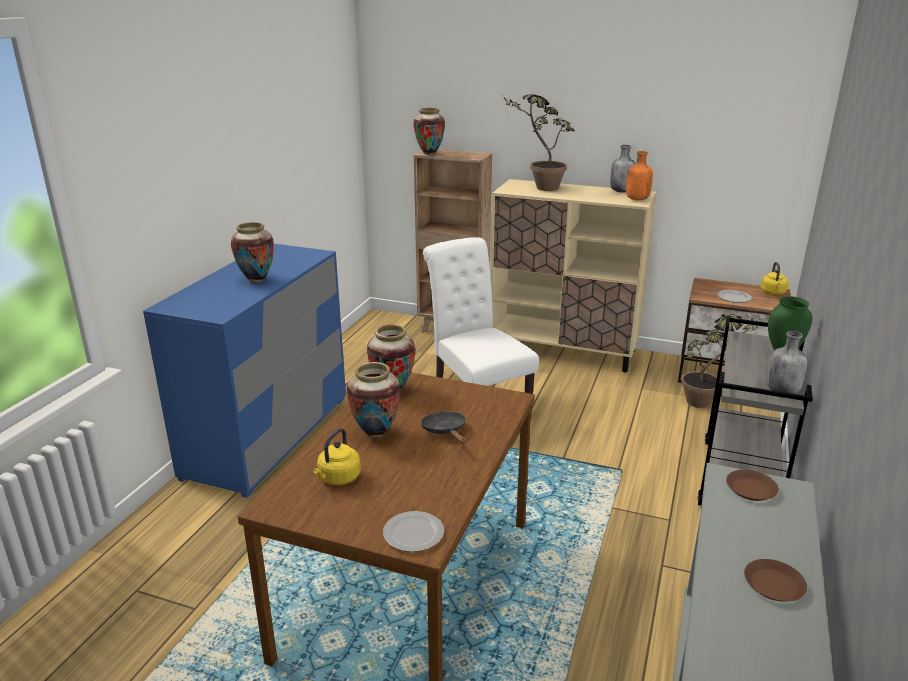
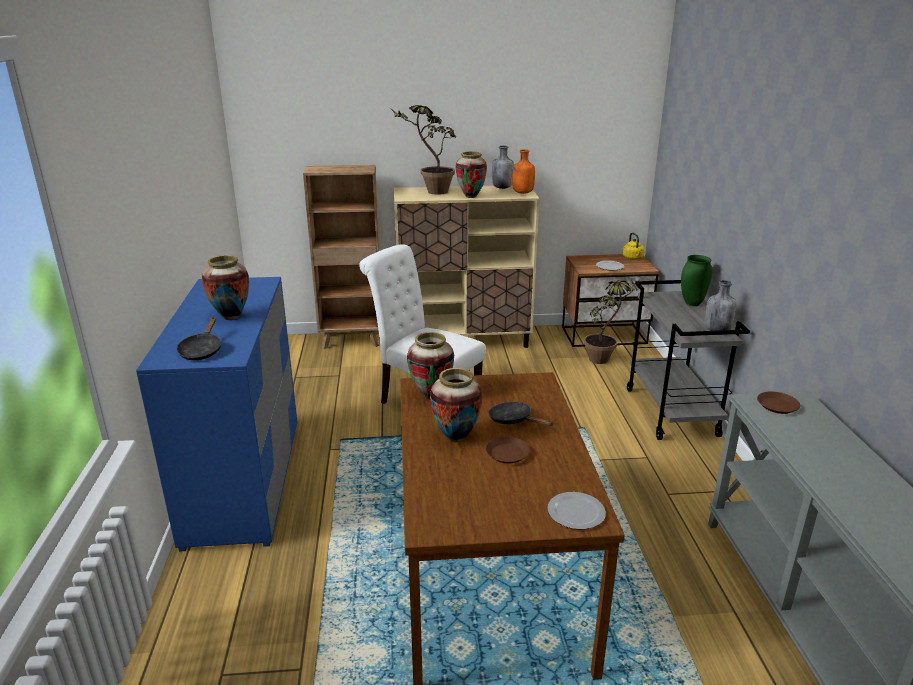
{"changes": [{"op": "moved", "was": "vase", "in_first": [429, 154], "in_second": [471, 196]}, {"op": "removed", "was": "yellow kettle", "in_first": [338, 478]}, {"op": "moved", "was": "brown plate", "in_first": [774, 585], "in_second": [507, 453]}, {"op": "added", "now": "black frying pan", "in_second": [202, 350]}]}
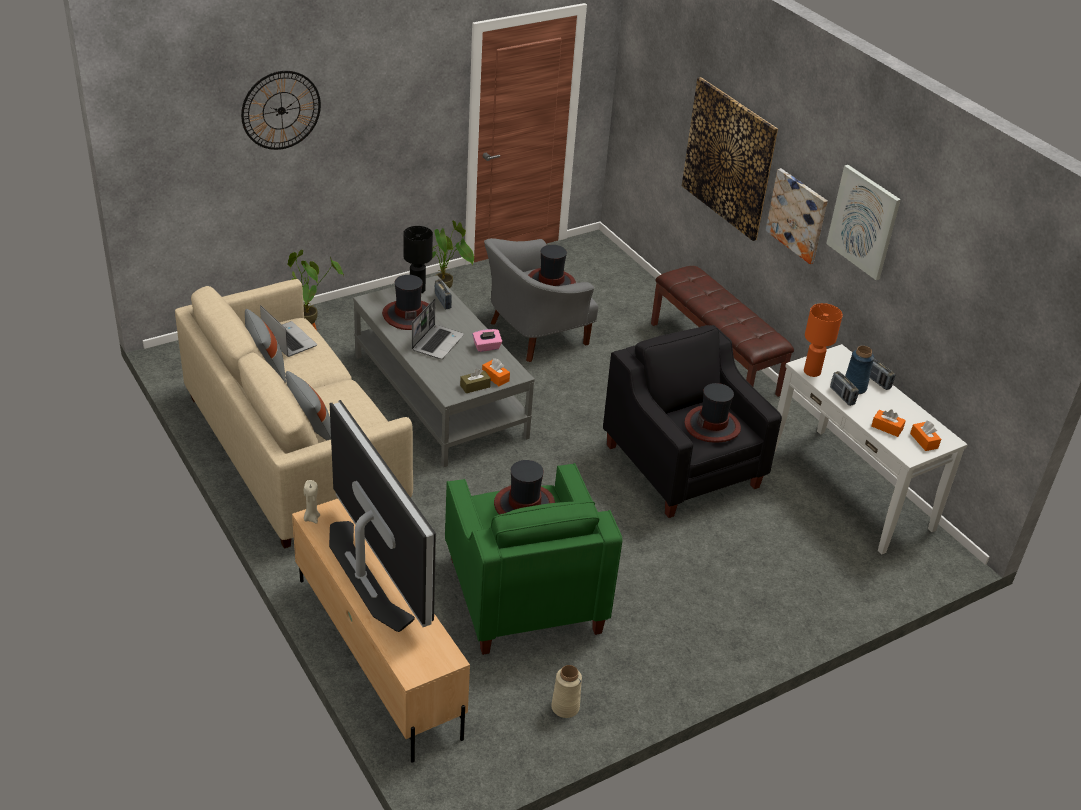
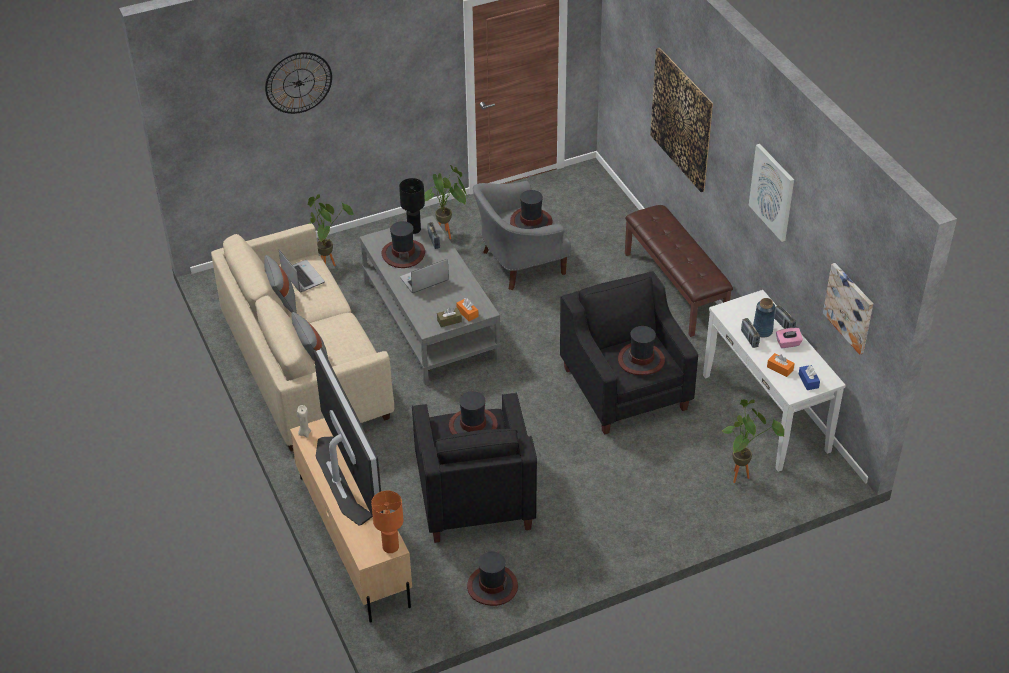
{"changes": [{"op": "moved", "was": "picture", "in_first": [797, 215], "in_second": [849, 307]}, {"op": "turned", "was": "laptop", "in_first": [437, 342], "in_second": [424, 280], "clockwise": -150}, {"op": "moved", "was": "orange table lamp", "in_first": [812, 372], "in_second": [391, 547]}, {"op": "moved", "was": "pink tissue box", "in_first": [487, 347], "in_second": [788, 343]}, {"op": "recoloured", "was": "orange tissue box", "now": "blue tissue box", "in_first": [924, 441], "in_second": [808, 381]}, {"op": "recoloured", "was": "green armchair", "now": "black armchair", "in_first": [523, 594], "in_second": [474, 495]}, {"op": "replaced", "was": "beige vase", "now": "hat", "in_first": [565, 707], "in_second": [492, 586]}, {"op": "added", "now": "potted plant", "in_second": [742, 474]}]}
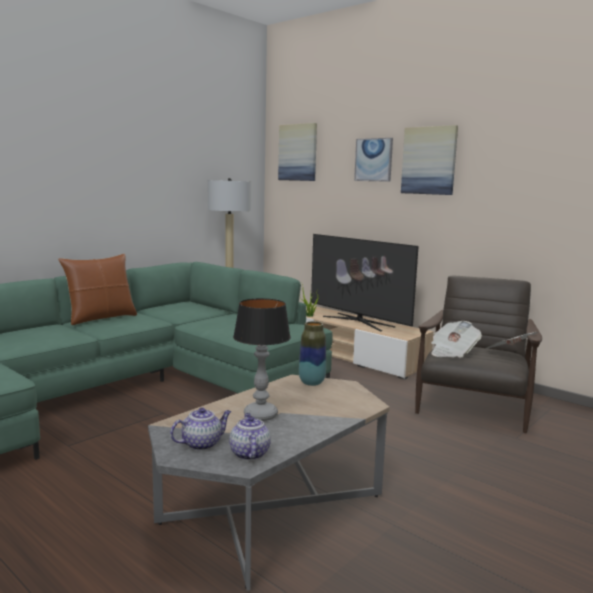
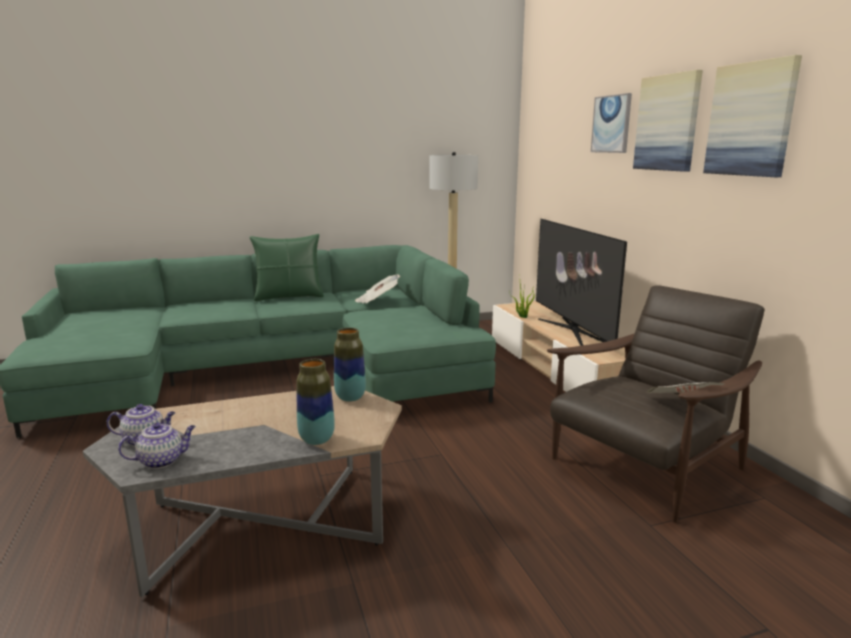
{"changes": [{"op": "moved", "was": "picture", "in_first": [298, 152], "in_second": [750, 119]}, {"op": "recoloured", "was": "brown pillow", "now": "green pillow", "in_first": [101, 318], "in_second": [289, 296]}, {"op": "removed", "was": "table lamp", "in_first": [260, 415]}, {"op": "moved", "was": "newspaper", "in_first": [452, 352], "in_second": [377, 301]}, {"op": "turned", "was": "teapot", "in_first": [249, 453], "in_second": [162, 460], "clockwise": 45}, {"op": "added", "now": "vase", "in_second": [316, 439]}]}
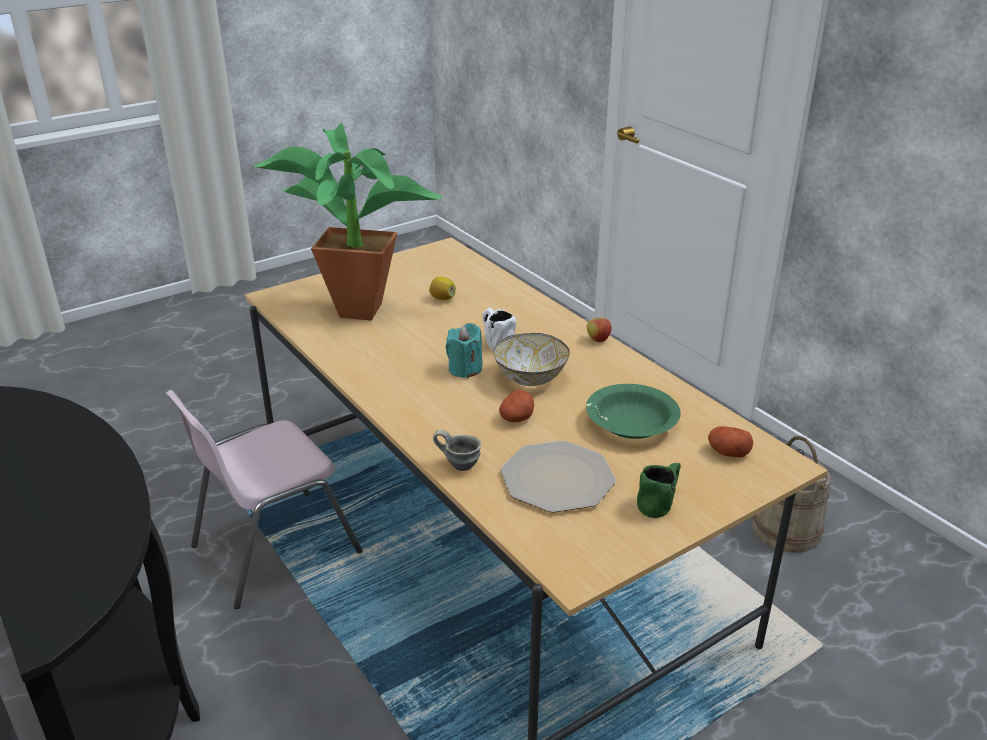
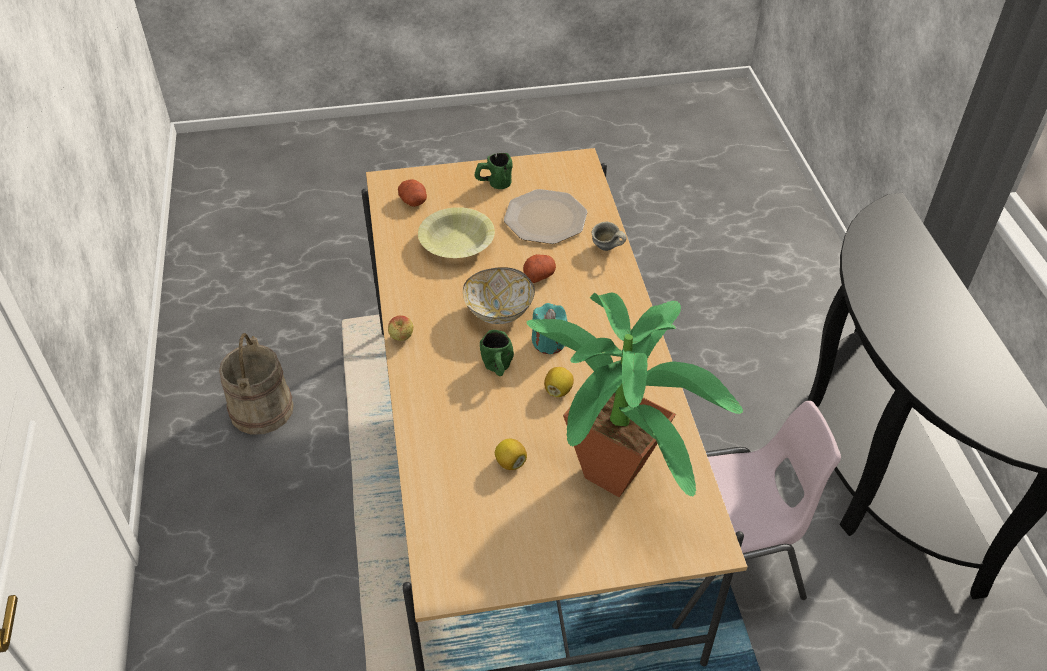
{"changes": [{"op": "recoloured", "was": "white mug", "now": "green mug", "in_first": [495, 341], "in_second": [498, 369]}, {"op": "recoloured", "was": "green bowl", "now": "yellow bowl", "in_first": [631, 423], "in_second": [457, 243]}, {"op": "added", "now": "lemon", "in_second": [558, 390]}]}
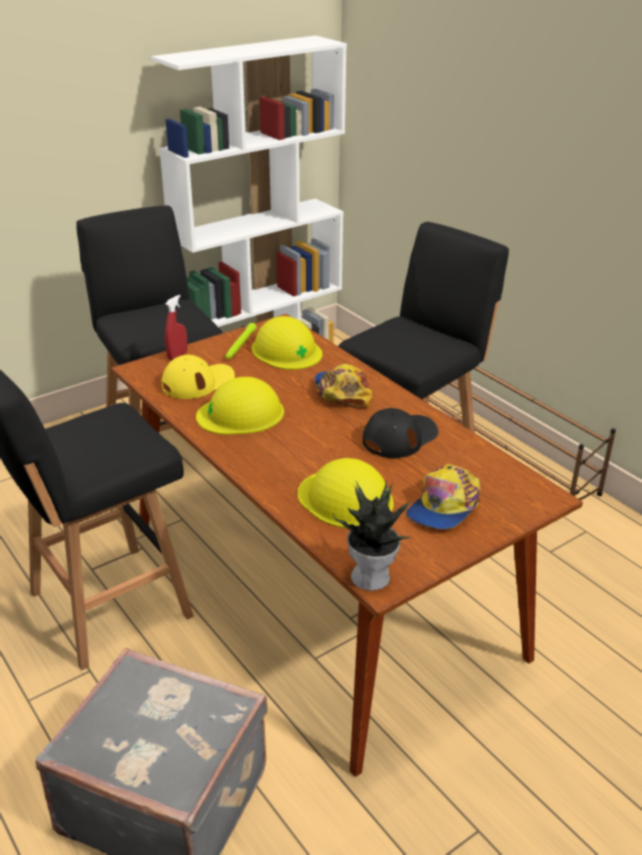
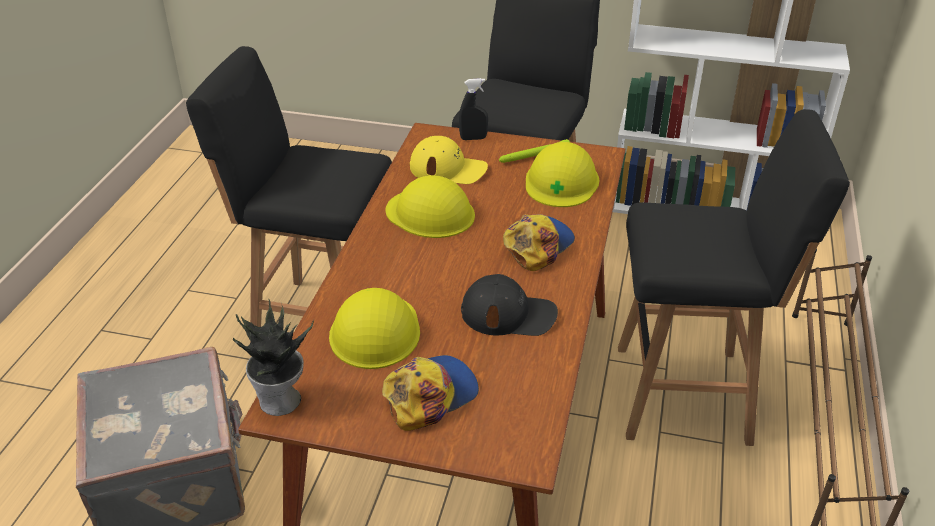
{"changes": [{"op": "recoloured", "was": "red spray bottle", "now": "black spray bottle", "in_first": [177, 355], "in_second": [473, 138]}, {"op": "turned", "was": "cap", "in_first": [444, 506], "in_second": [430, 395], "clockwise": 150}]}
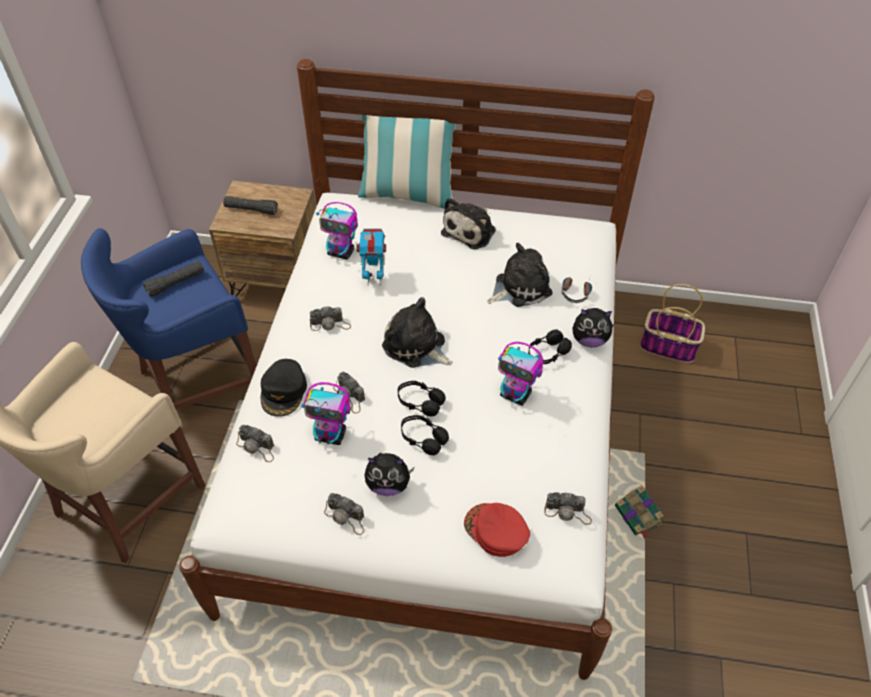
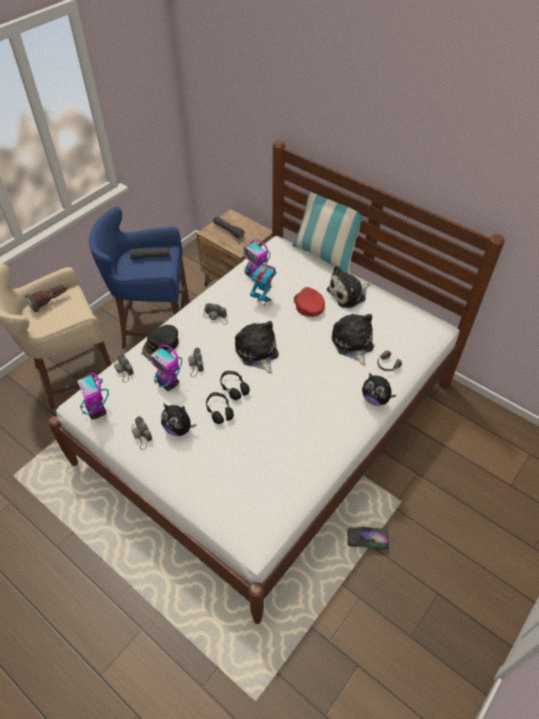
{"changes": [{"op": "turned", "was": "plush toy", "in_first": [519, 287], "in_second": [352, 344], "clockwise": -105}, {"op": "removed", "was": "basket", "in_first": [669, 346]}, {"op": "removed", "was": "black headphones", "in_first": [547, 354]}, {"op": "moved", "was": "toy robot", "in_first": [516, 395], "in_second": [96, 411]}, {"op": "replaced", "was": "book", "now": "toy truck", "in_first": [638, 516], "in_second": [367, 540]}, {"op": "removed", "was": "photo camera", "in_first": [568, 512]}, {"op": "moved", "was": "red cap", "in_first": [496, 531], "in_second": [308, 305]}, {"op": "added", "now": "flashlight", "in_second": [50, 302]}]}
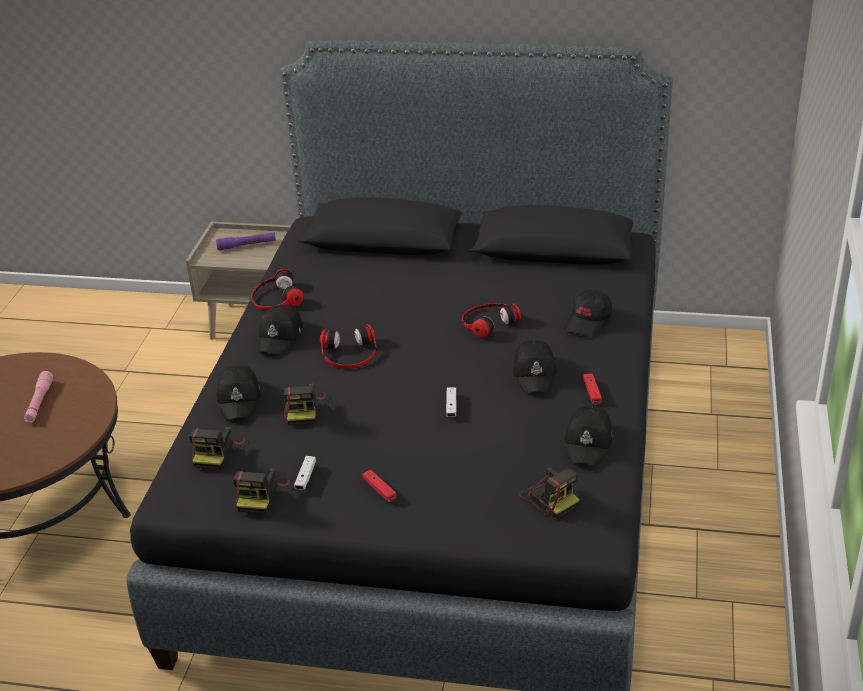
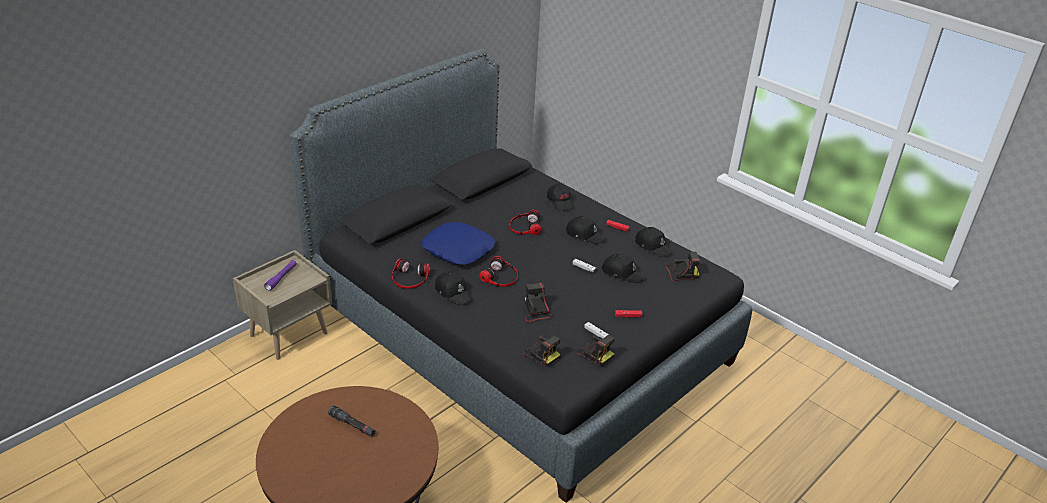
{"changes": [{"op": "moved", "was": "black cap", "in_first": [240, 399], "in_second": [622, 273]}, {"op": "recoloured", "was": "pink flashlight", "now": "black flashlight", "in_first": [39, 402], "in_second": [352, 425]}, {"op": "turned", "was": "photo camera", "in_first": [303, 409], "in_second": [536, 311], "clockwise": -135}, {"op": "added", "now": "blue pillow", "in_second": [458, 249]}]}
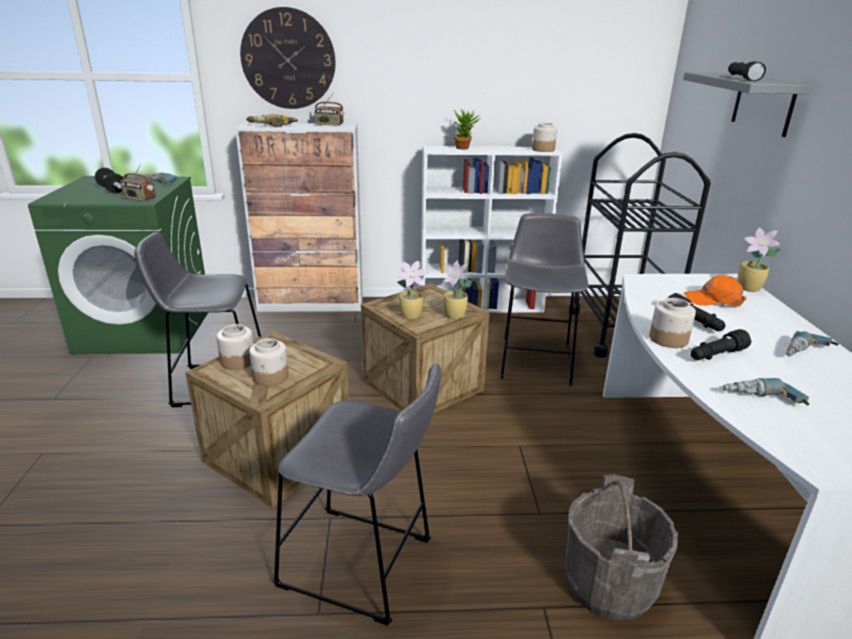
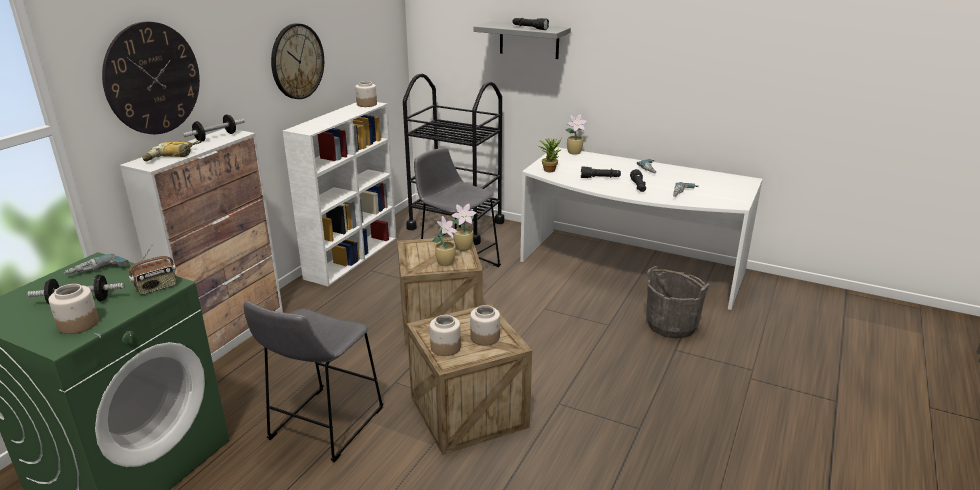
{"changes": [{"op": "replaced", "was": "radio", "now": "dumbbell", "in_first": [329, 125], "in_second": [216, 137]}, {"op": "moved", "was": "potted plant", "in_first": [464, 148], "in_second": [549, 169]}, {"op": "removed", "was": "orange cap", "in_first": [713, 299]}, {"op": "moved", "was": "jar", "in_first": [668, 339], "in_second": [78, 324]}, {"op": "removed", "was": "grey stool", "in_first": [363, 566]}, {"op": "added", "now": "wall clock", "in_second": [297, 61]}]}
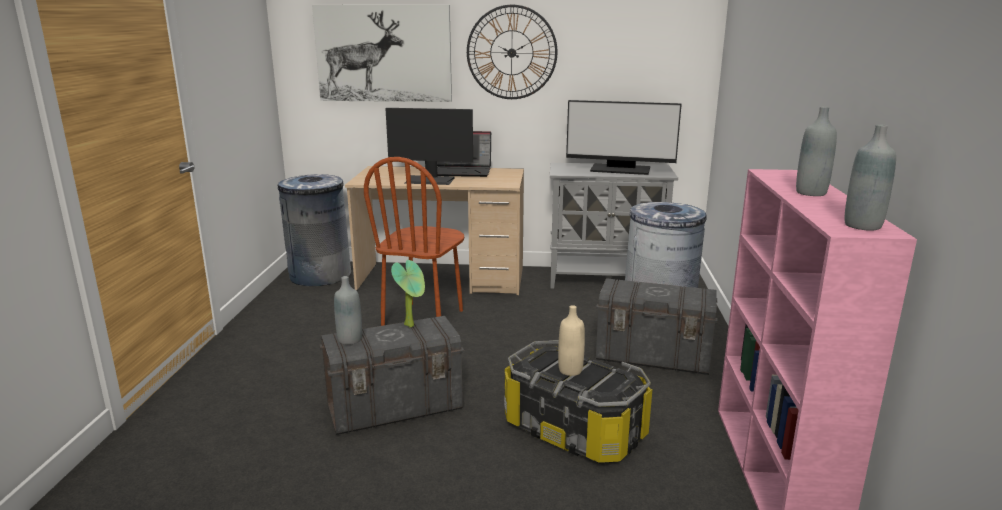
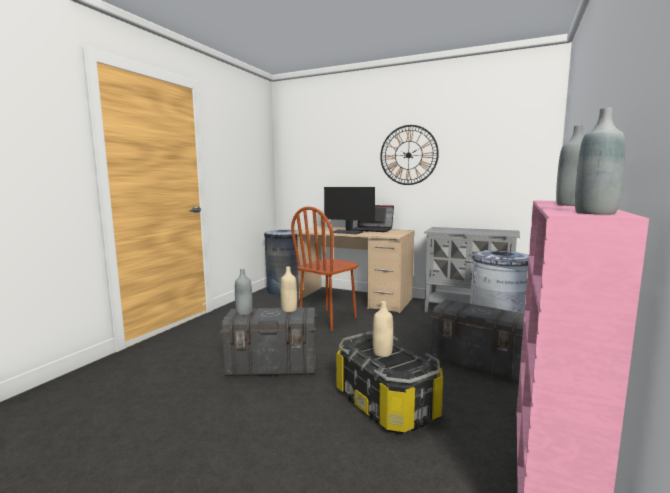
{"changes": [{"op": "removed", "was": "picture", "in_first": [383, 53]}, {"op": "removed", "was": "monitor", "in_first": [620, 170]}, {"op": "replaced", "was": "potted plant", "now": "beige bottle", "in_first": [411, 325], "in_second": [289, 309]}]}
